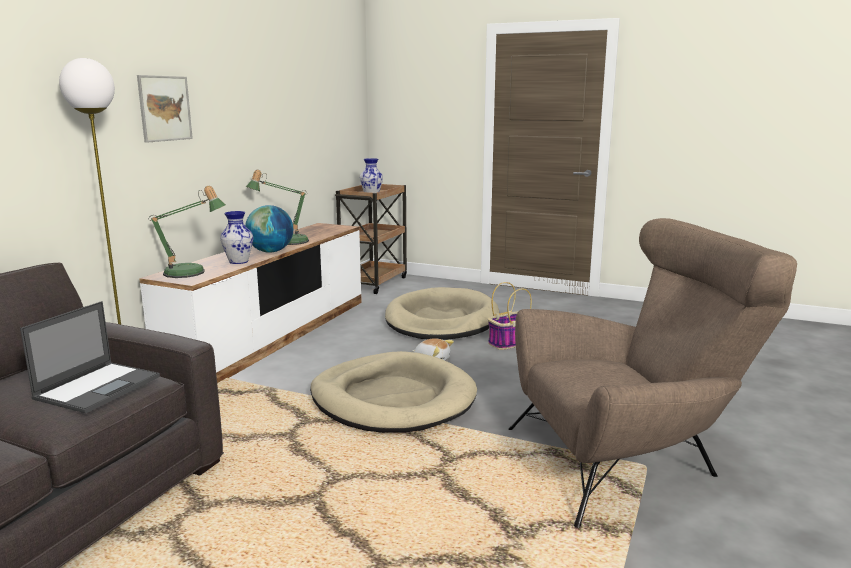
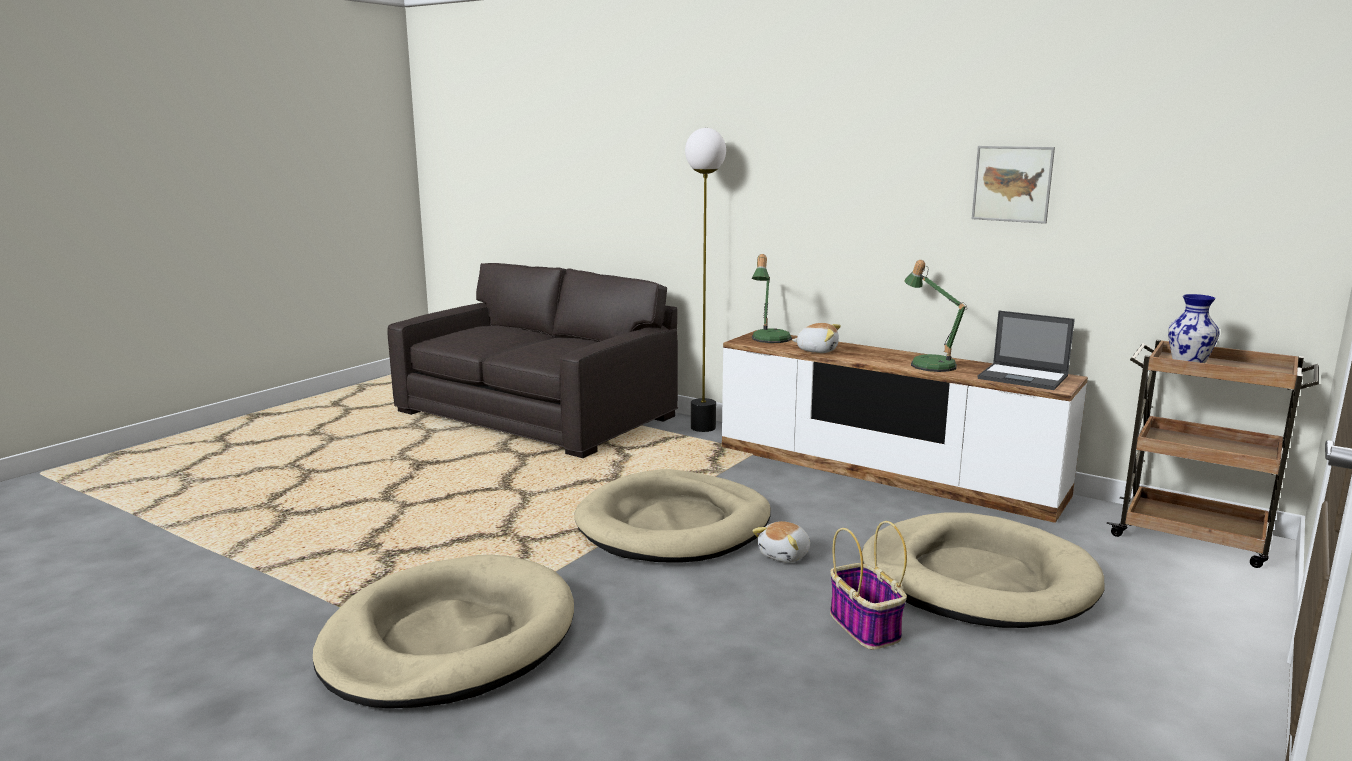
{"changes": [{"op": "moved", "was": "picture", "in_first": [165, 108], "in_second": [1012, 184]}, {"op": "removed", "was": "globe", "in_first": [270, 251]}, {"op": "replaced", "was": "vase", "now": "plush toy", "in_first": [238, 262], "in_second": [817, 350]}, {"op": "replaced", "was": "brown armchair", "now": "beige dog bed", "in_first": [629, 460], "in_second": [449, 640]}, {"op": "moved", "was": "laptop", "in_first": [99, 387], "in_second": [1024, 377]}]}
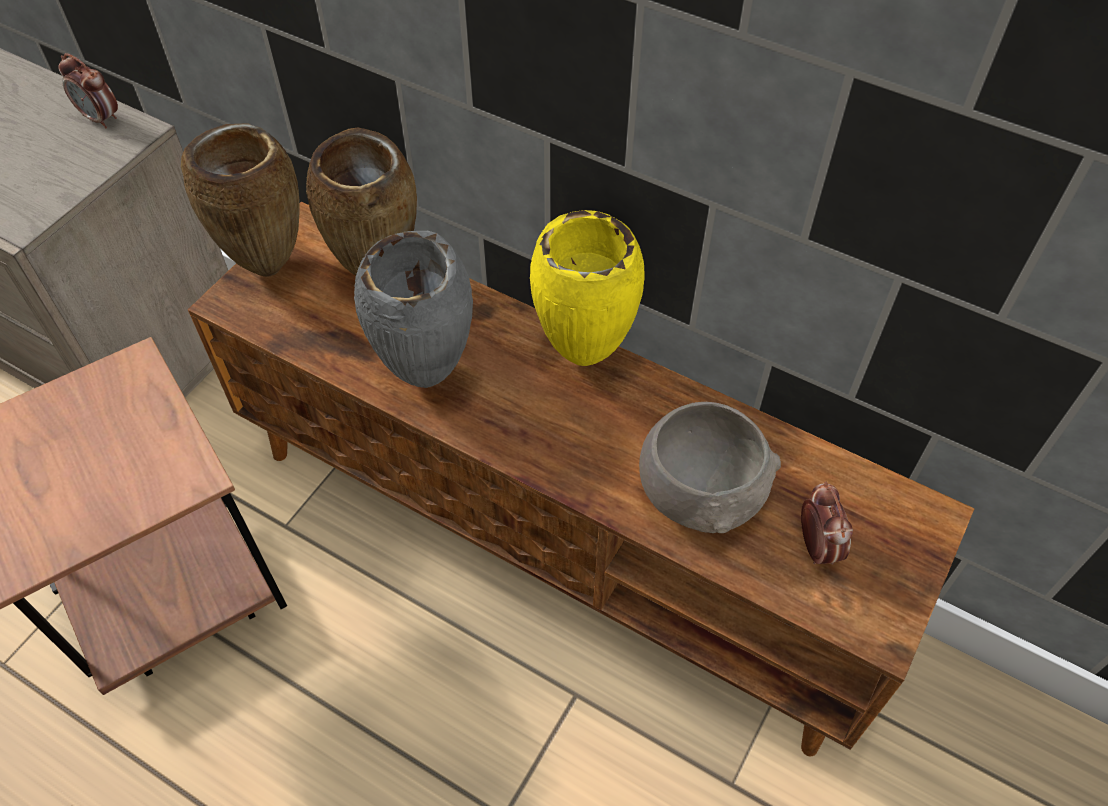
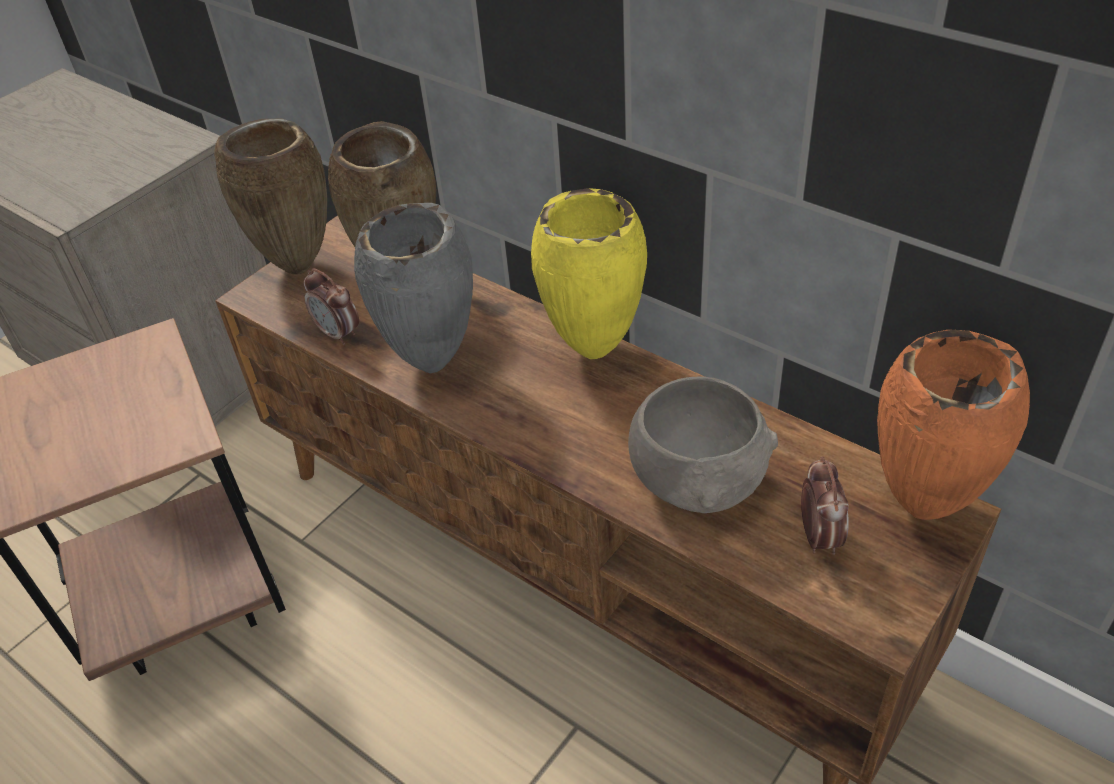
{"changes": [{"op": "moved", "was": "alarm clock", "in_first": [101, 118], "in_second": [338, 334]}, {"op": "added", "now": "orange vase", "in_second": [924, 510]}]}
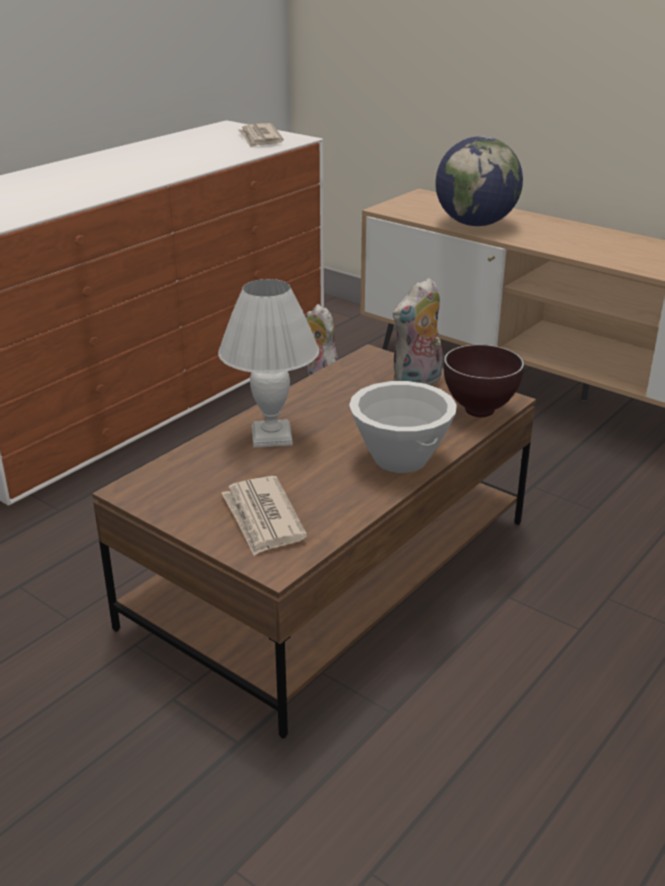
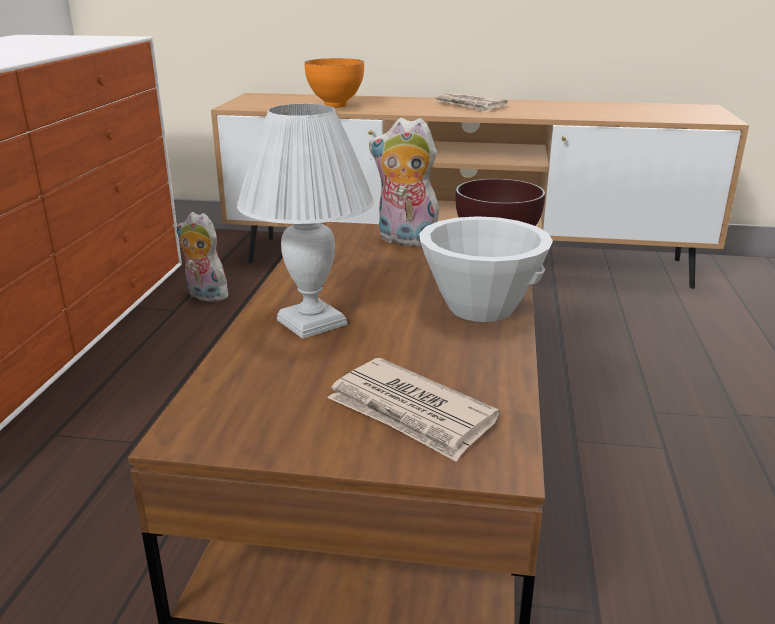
{"changes": [{"op": "moved", "was": "newspaper", "in_first": [260, 139], "in_second": [469, 105]}, {"op": "replaced", "was": "globe", "now": "orange bowl", "in_first": [475, 224], "in_second": [336, 106]}, {"op": "turned", "was": "plush toy", "in_first": [417, 382], "in_second": [405, 240], "clockwise": 90}]}
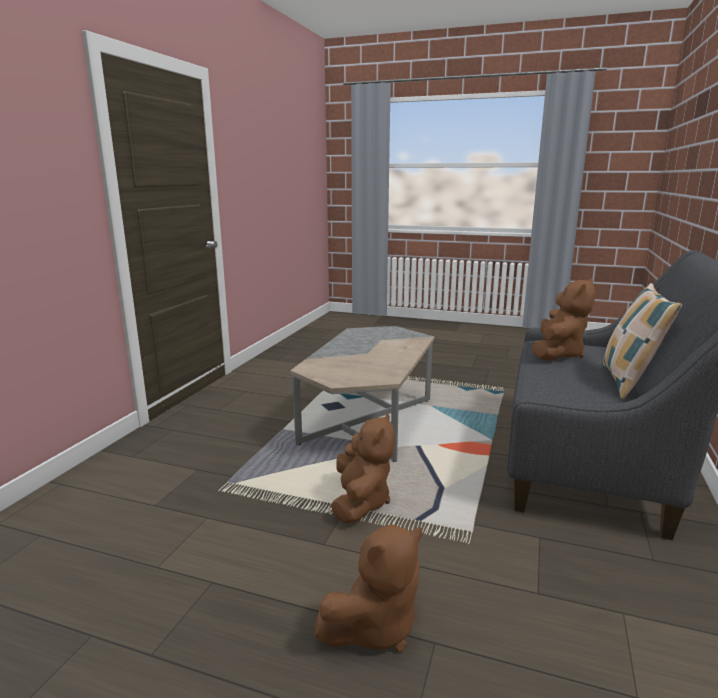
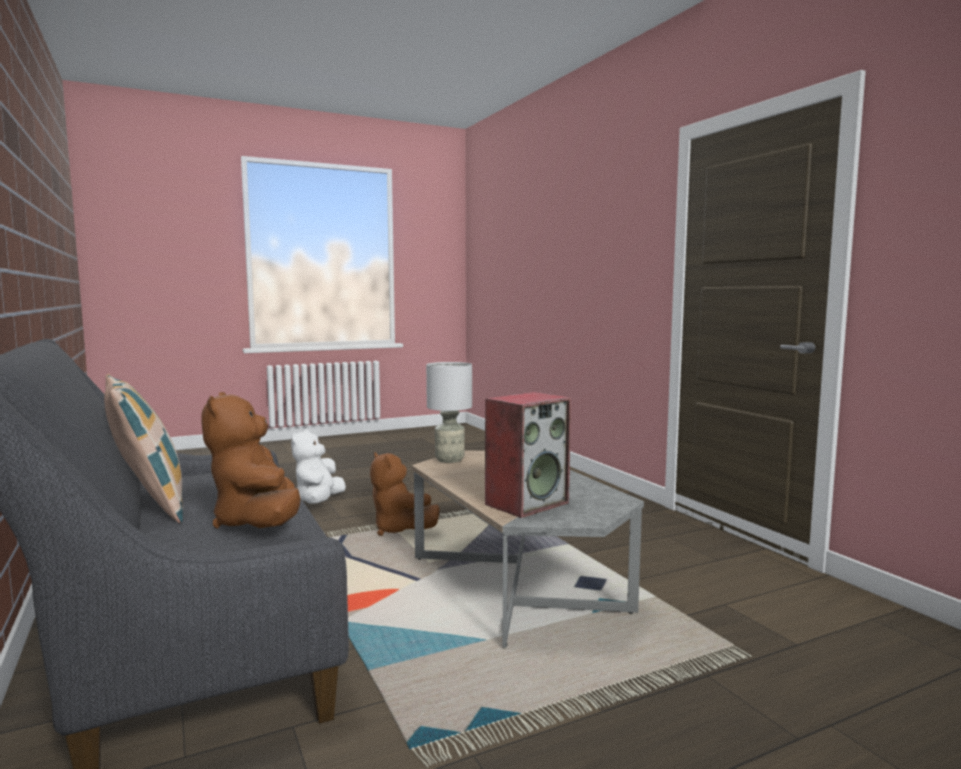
{"changes": [{"op": "recoloured", "was": "brown plush toy", "now": "white plush toy", "in_first": [375, 626], "in_second": [319, 501]}, {"op": "added", "now": "grey table lamp", "in_second": [450, 460]}, {"op": "added", "now": "speaker", "in_second": [527, 503]}]}
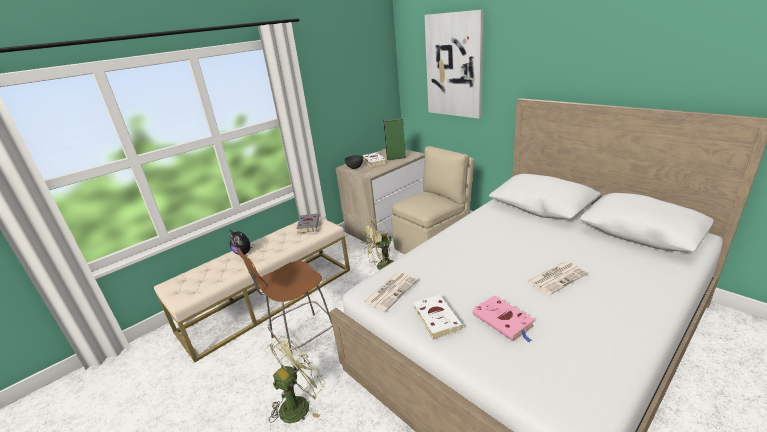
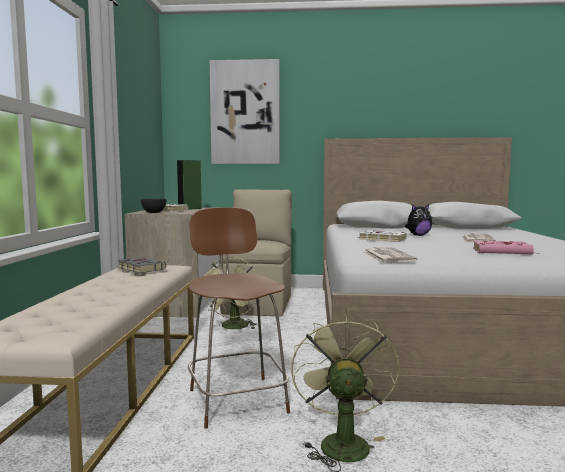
{"changes": [{"op": "moved", "was": "plush toy", "in_first": [244, 253], "in_second": [418, 235]}, {"op": "turned", "was": "brown chair", "in_first": [302, 339], "in_second": [236, 399], "clockwise": 150}, {"op": "moved", "was": "white book", "in_first": [436, 318], "in_second": [381, 239]}]}
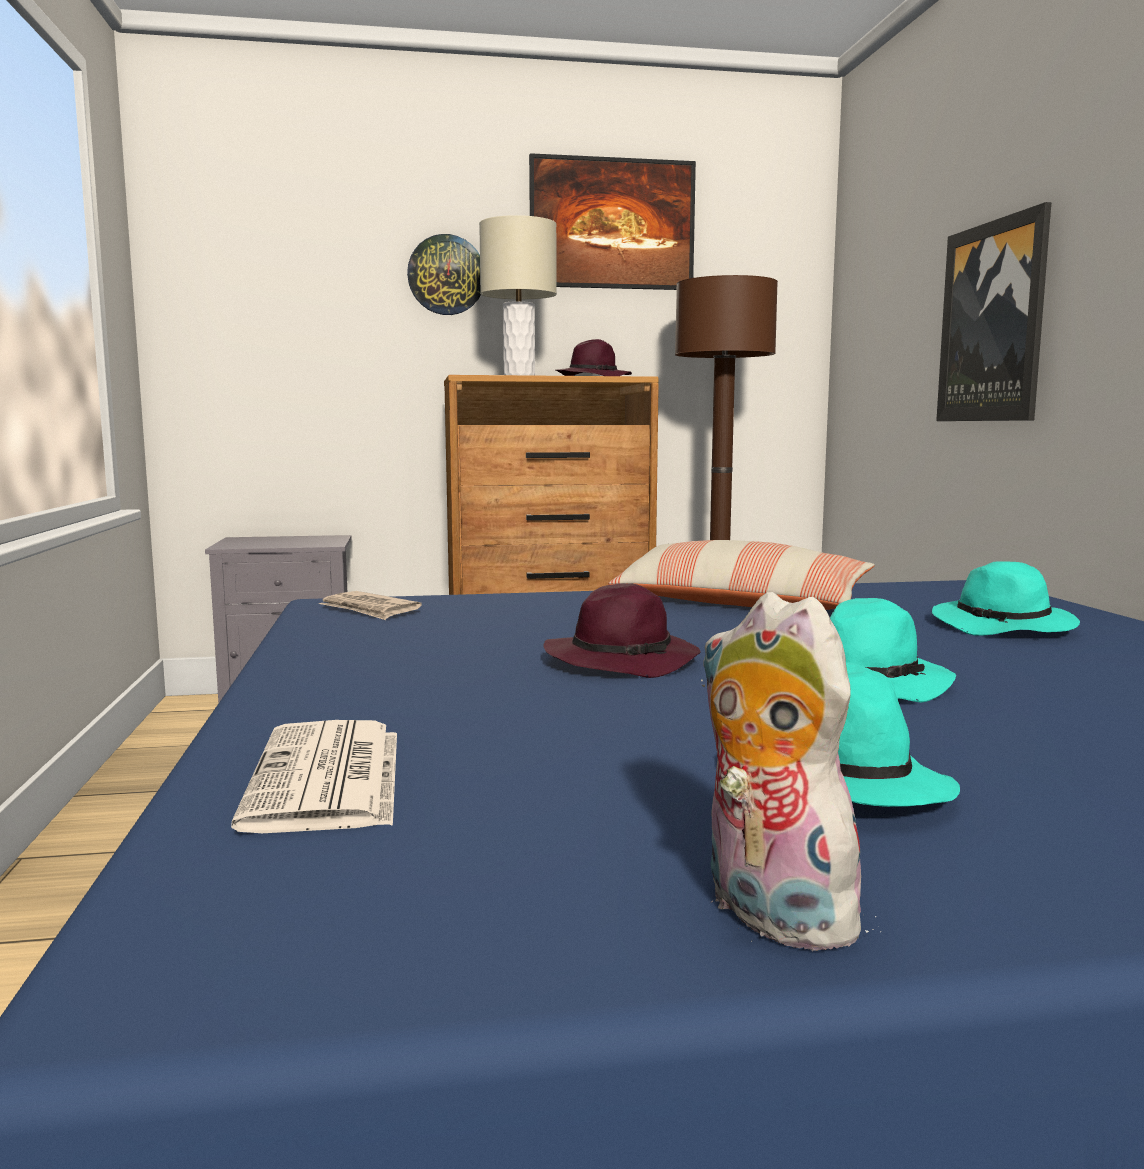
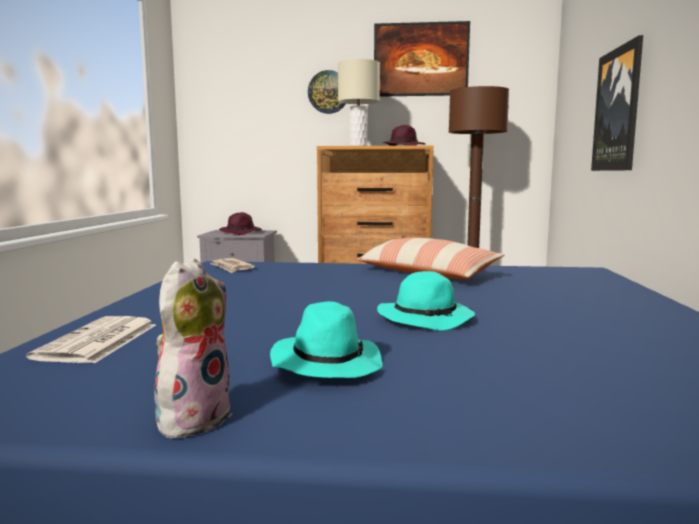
{"changes": [{"op": "removed", "was": "turquoise hat", "in_first": [1004, 627]}, {"op": "moved", "was": "purple hat", "in_first": [624, 660], "in_second": [241, 232]}, {"op": "turned", "was": "plush toy", "in_first": [767, 913], "in_second": [193, 417], "clockwise": 45}]}
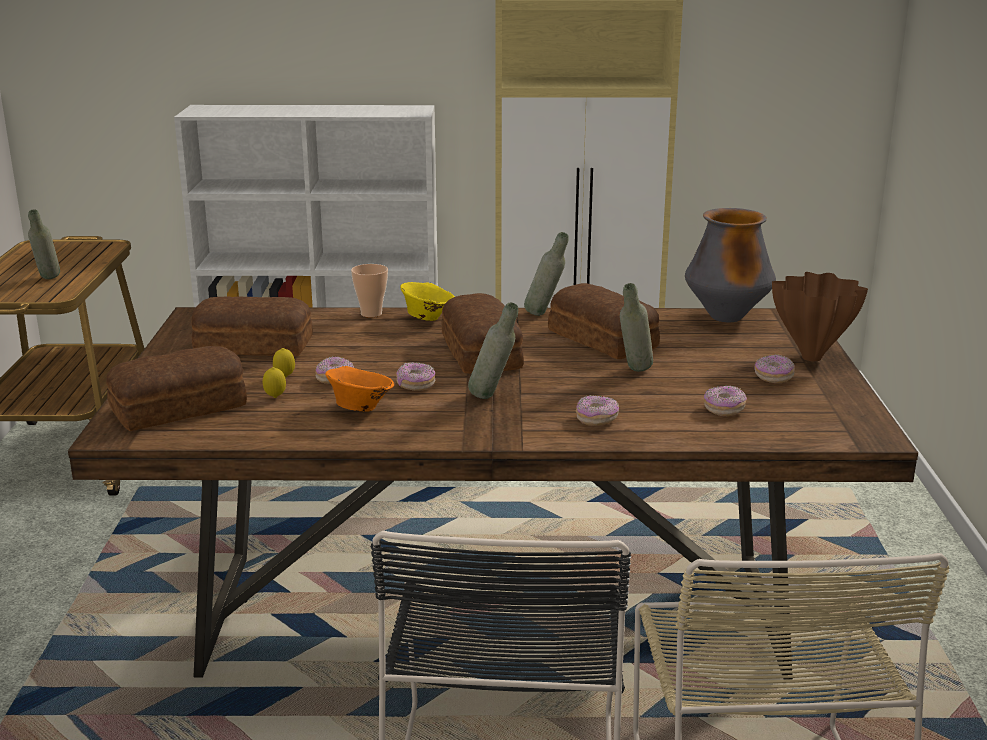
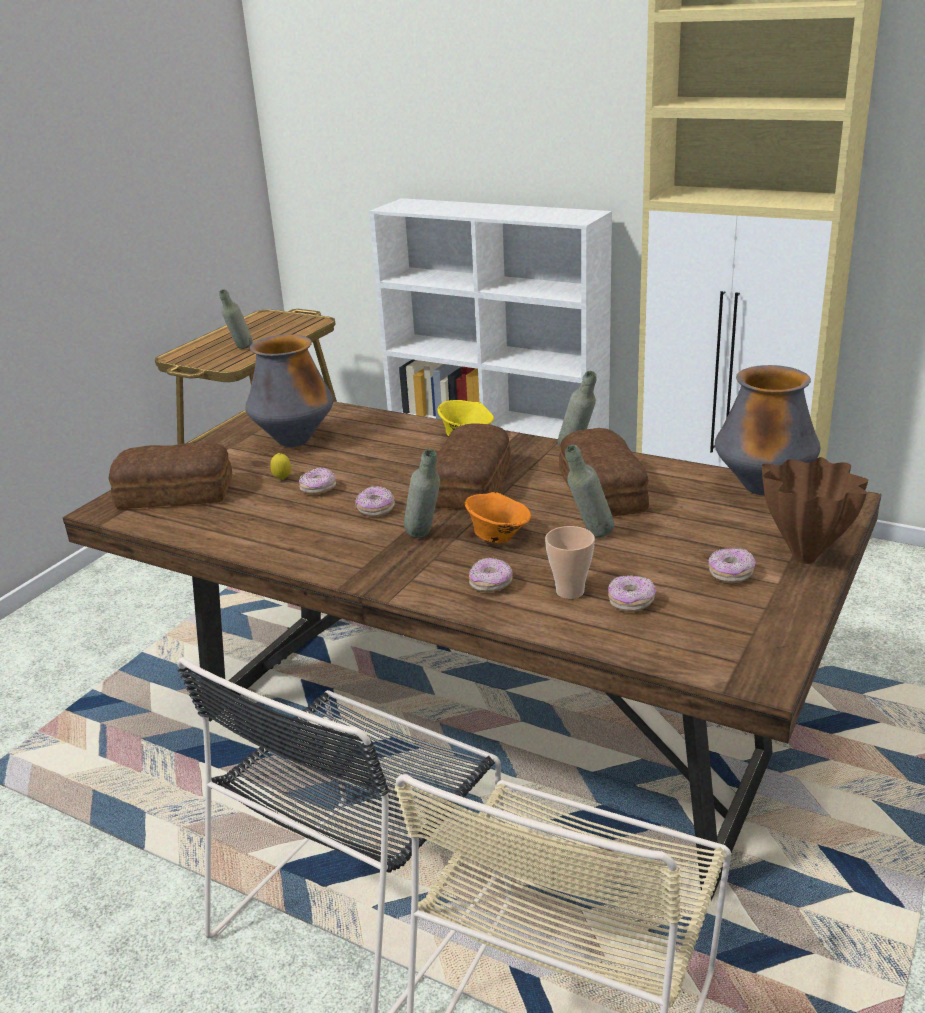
{"changes": [{"op": "moved", "was": "cup", "in_first": [371, 314], "in_second": [570, 591]}, {"op": "replaced", "was": "bread", "now": "vase", "in_first": [252, 345], "in_second": [295, 441]}, {"op": "moved", "was": "orange bowl", "in_first": [360, 408], "in_second": [498, 537]}, {"op": "removed", "was": "lemon", "in_first": [275, 397]}]}
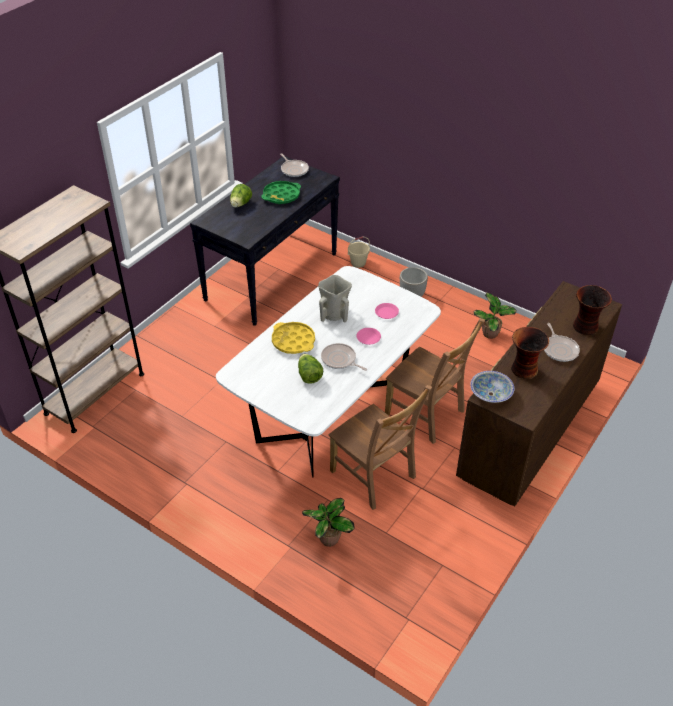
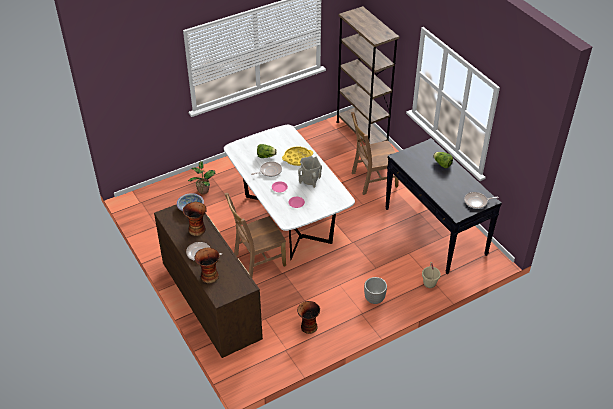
{"changes": [{"op": "removed", "was": "green tray", "in_first": [281, 196]}, {"op": "replaced", "was": "potted plant", "now": "vase", "in_first": [491, 334], "in_second": [308, 327]}, {"op": "moved", "was": "brown chair", "in_first": [374, 476], "in_second": [372, 180]}]}
